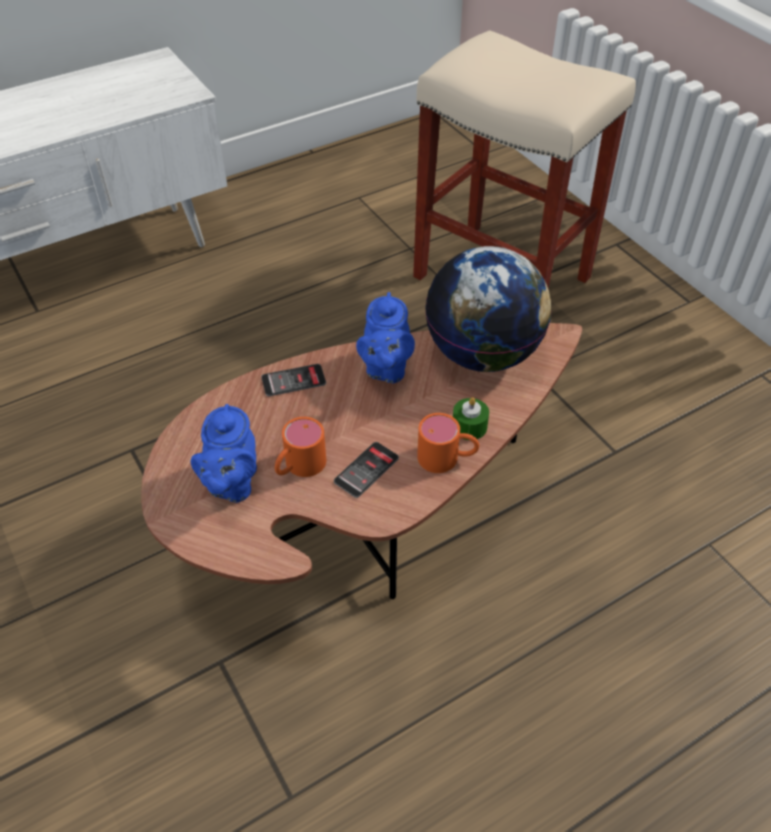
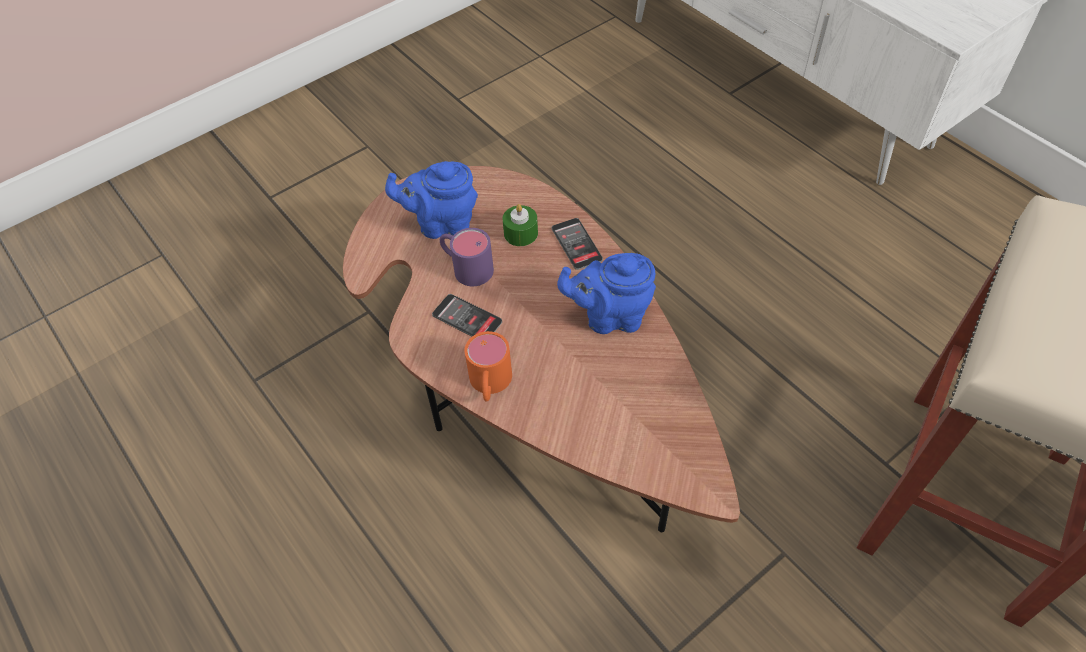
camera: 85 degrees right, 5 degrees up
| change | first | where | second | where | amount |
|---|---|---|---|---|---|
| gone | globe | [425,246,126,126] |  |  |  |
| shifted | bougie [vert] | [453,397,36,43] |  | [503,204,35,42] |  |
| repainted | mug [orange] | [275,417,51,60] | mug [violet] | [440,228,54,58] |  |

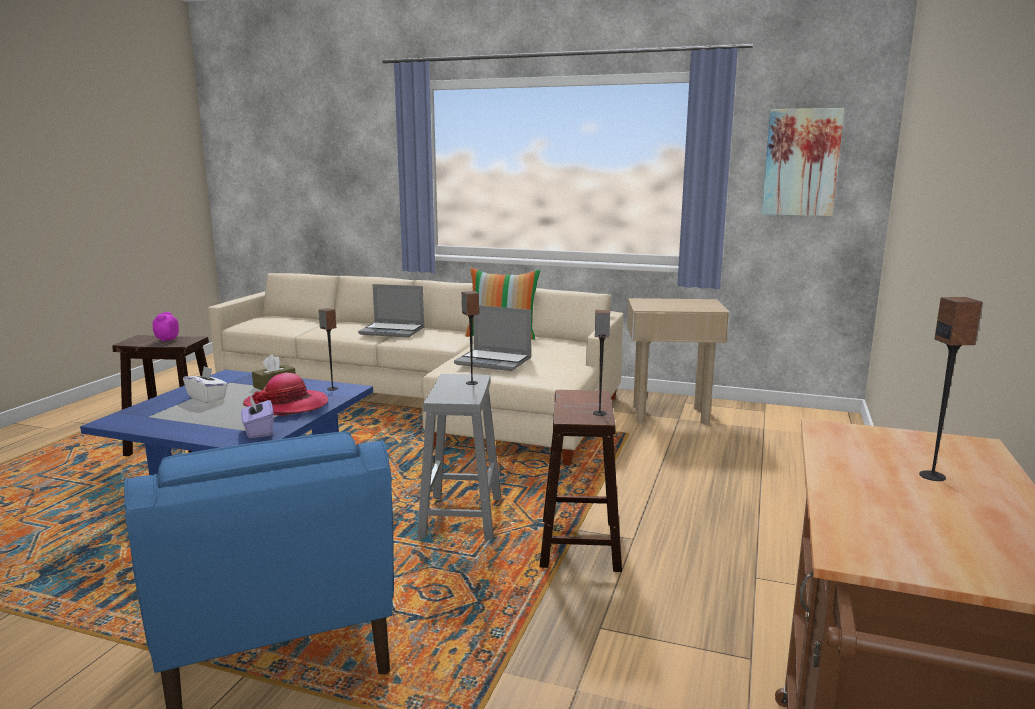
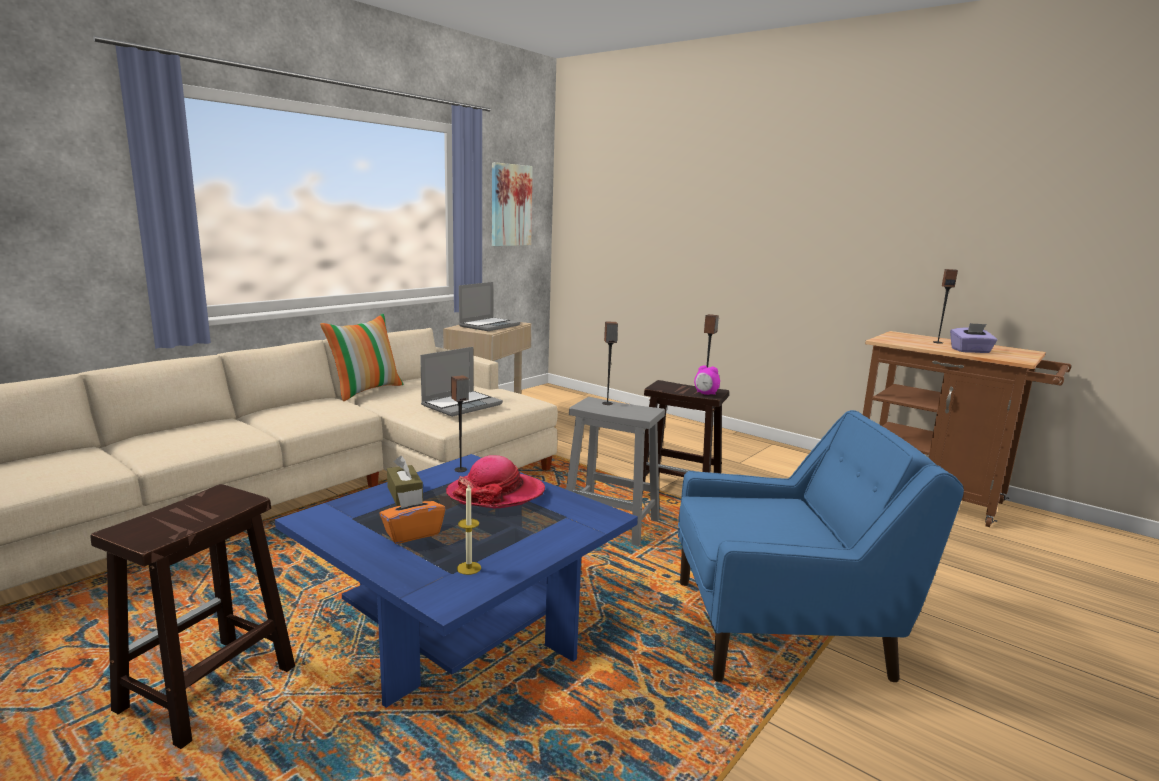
camera: 70 degrees left, 0 degrees up
| change | first | where | second | where | amount |
|---|---|---|---|---|---|
| shifted | ordinateur portable | [358,284,67,54] |  | [459,282,62,49] |  |
| shifted | réveil | [152,312,27,30] |  | [694,365,26,30] |  |
| repainted | boîte à mouchoirs [blanc] | [183,366,45,37] | boîte à mouchoirs [orange] | [379,489,66,55] |  |
| shifted | boîte à mouchoirs [violet] | [241,396,33,42] |  | [950,323,47,30] |  |
| new |  |  | bougie | [457,484,24,91] |  |

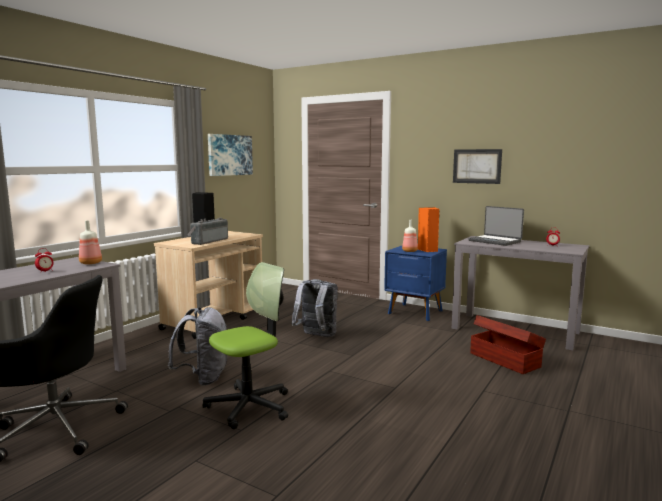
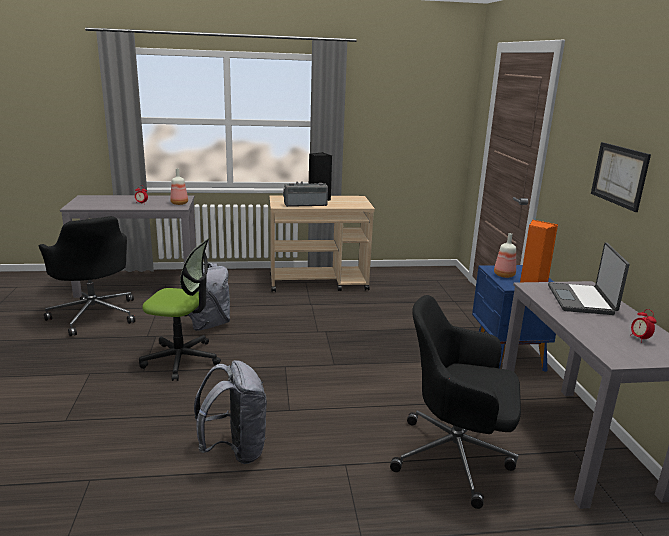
camera: 50 degrees right, 10 degrees up
| change | first | where | second | where | amount |
|---|---|---|---|---|---|
| gone | tableau | [208,134,45,42] |  |  |  |
| shifted | sac à dos [gris] | [291,279,47,58] |  | [194,360,73,104] |  |
| swapped | boîte de rangement [marron] | [470,315,76,59] | chaise de bureau [noir] | [390,295,131,214] |  |

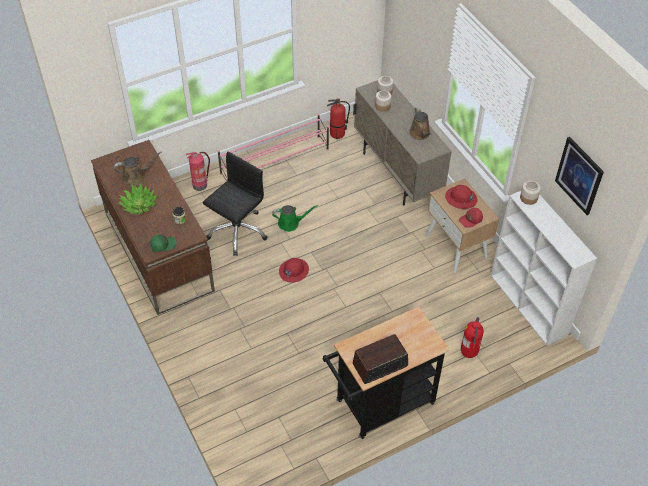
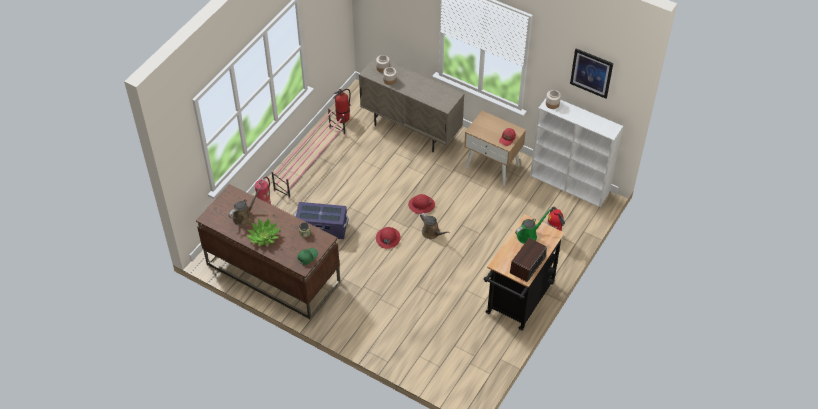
camera: 30 degrees left, 0 degrees up
| change | first | where | second | where | amount |
|---|---|---|---|---|---|
| shifted | arrosoir [marron] | [409,107,23,33] |  | [420,213,30,26] |  |
| swapped | chaise de bureau [noir] | [203,152,64,104] | boîte de rangement [violet] | [295,202,54,37] |  |
| shifted | casque de chantier [rouge] | [445,185,32,24] |  | [408,194,27,20] |  |
| shifted | arrosoir [vert] | [272,205,46,27] |  | [515,208,37,36] |  |

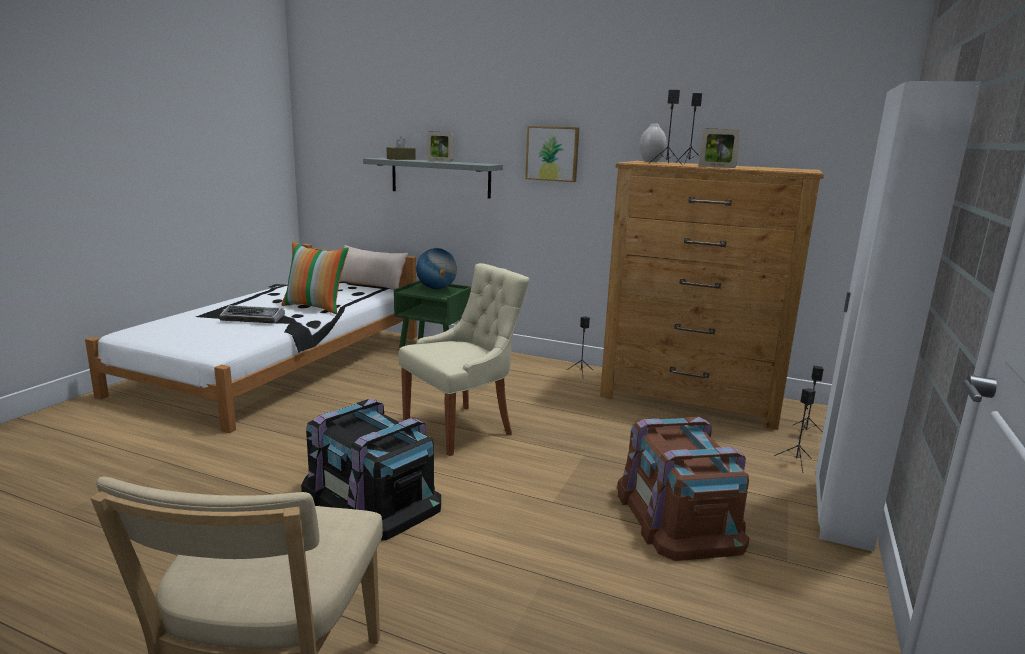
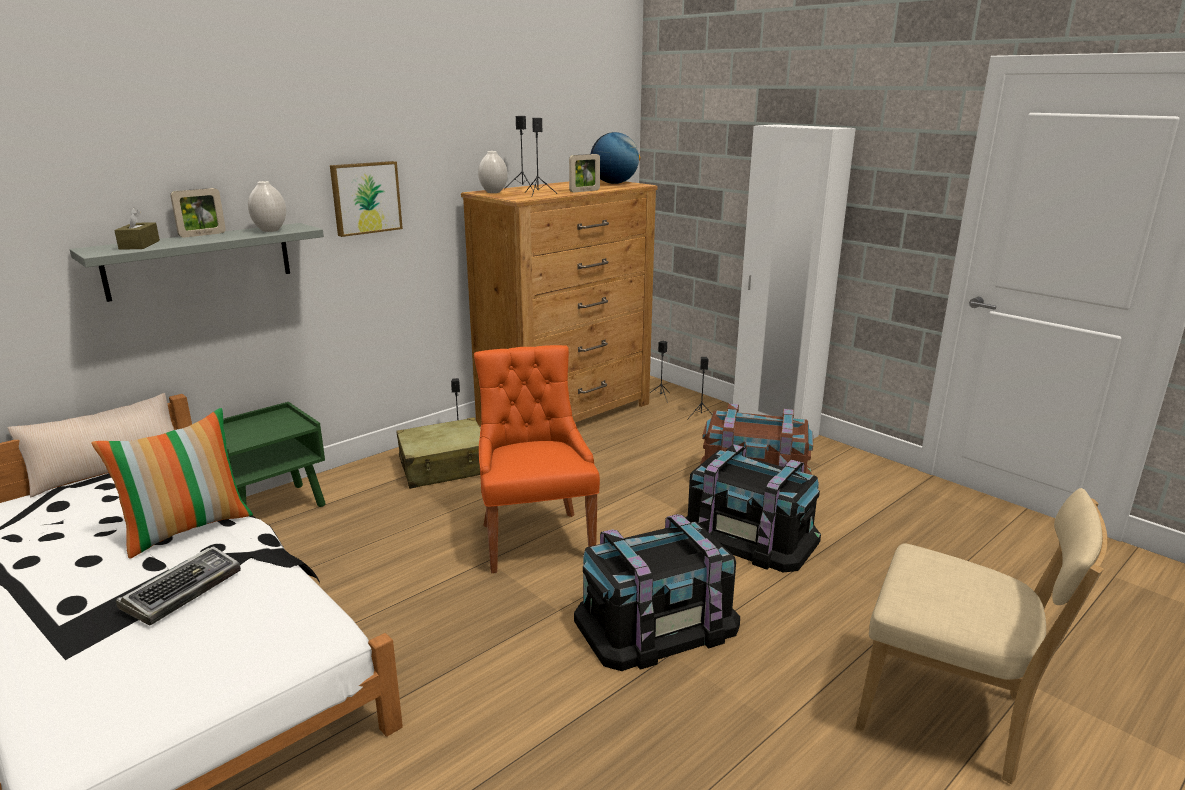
camera: 65 degrees left, 5 degrees up
| change | first | where | second | where | amount |
|---|---|---|---|---|---|
| shifted | globe | [416,248,41,41] |  | [591,132,50,52] |  |
| repainted | chaise [beige] | [398,263,131,193] | chaise [orange] | [474,345,126,228] |  |
| new |  |  | vase [blanc] | [248,181,38,51] |  |
| new |  |  | valise [beige] | [396,417,85,72] |  |
| new |  |  | boîte de rangement [noir] | [685,444,136,128] |  |

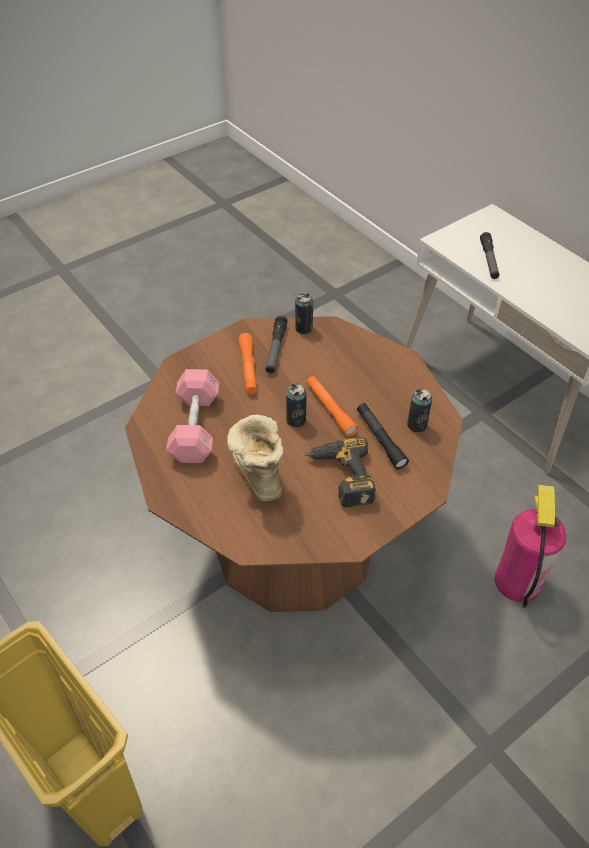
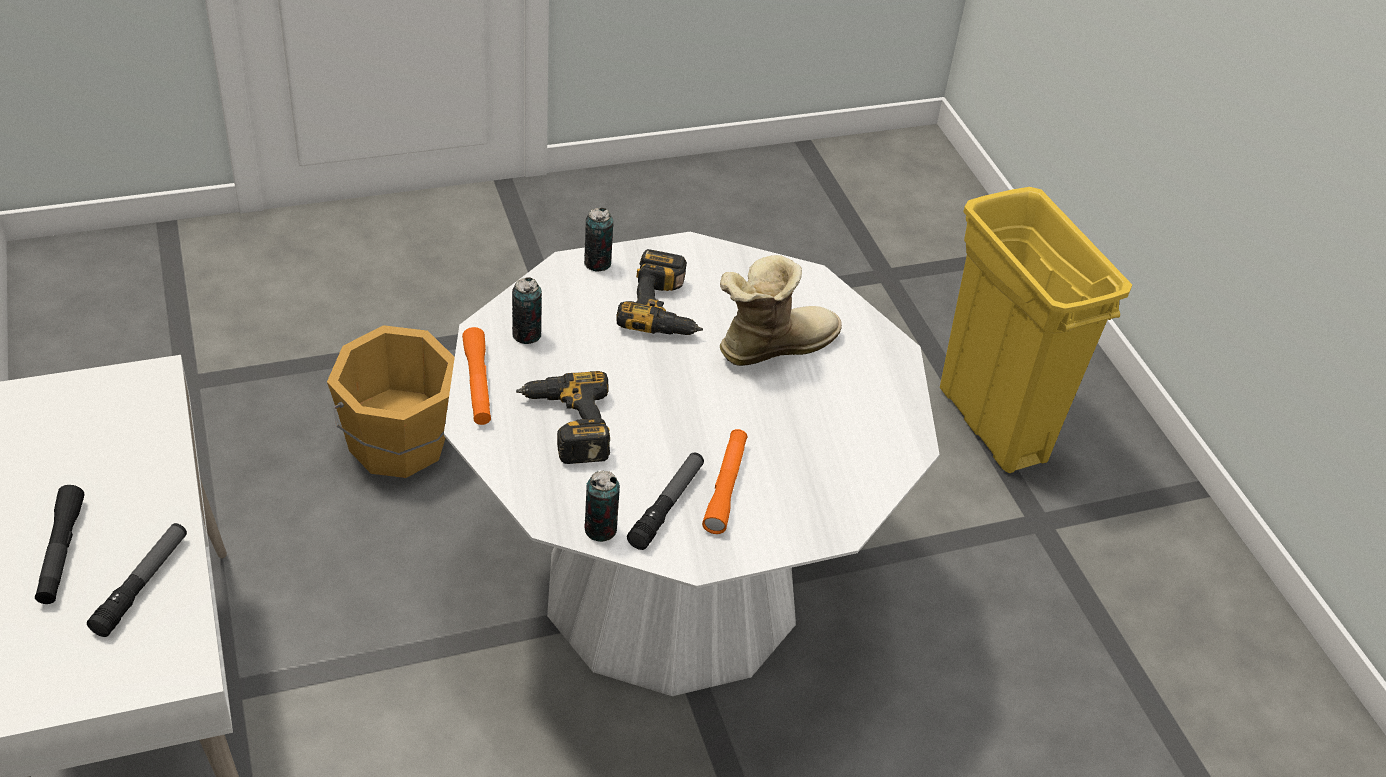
camera: 165 degrees left, 5 degrees down
| change | first | where | second | where | amount |
|---|---|---|---|---|---|
| repainted | table à manger [marron] | [125,316,338,296] | table à manger [blanc] | [444,232,496,464] |  |
| gone | haltère [rose] | [166,369,53,94] |  |  |  |
| shifted | lampe de poche [orange] | [307,376,51,61] |  | [462,327,29,98] |  |
| shifted | boîte métallique | [286,384,20,43] |  | [584,208,29,63] |  |
| shifted | lampe de poche [noir] | [357,403,52,66] |  | [35,485,49,119] |  |
| rotated | botte | [227,415,57,87] |  | [720,255,122,111] | 120 degrees counterclockwise |
| swapped | extincteur | [494,485,73,123] | seau [orange] | [327,325,128,153] |  |
| new |  |  | perceuse | [516,371,94,93] |  |

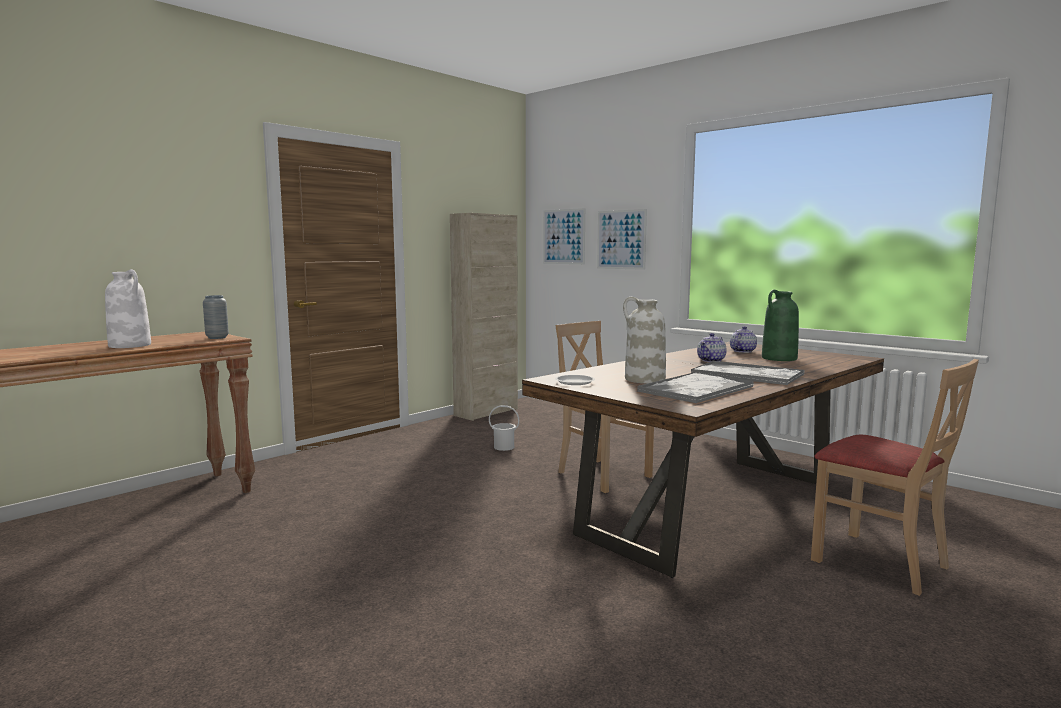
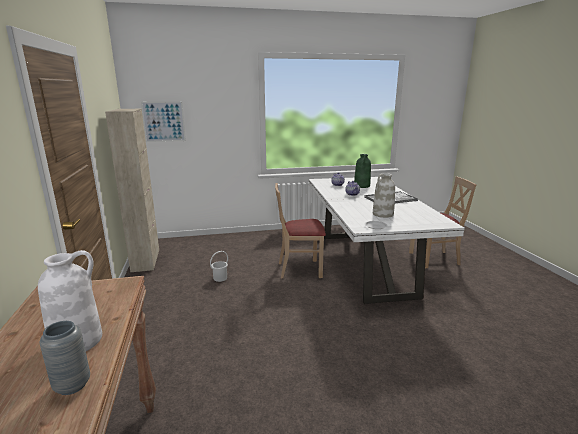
camera: 55 degrees left, 10 degrees up
| change | first | where | second | where | amount |
|---|---|---|---|---|---|
| gone | tableau | [597,209,50,61] |  |  |  |
| shifted | vase [gris] | [203,295,26,44] |  | [40,321,50,74] |  |
| repainted | table à manger [marron] | [522,342,362,236] | table à manger [blanc] | [309,177,156,127] |  |
| gone | plateau | [637,372,117,31] |  |  |  |

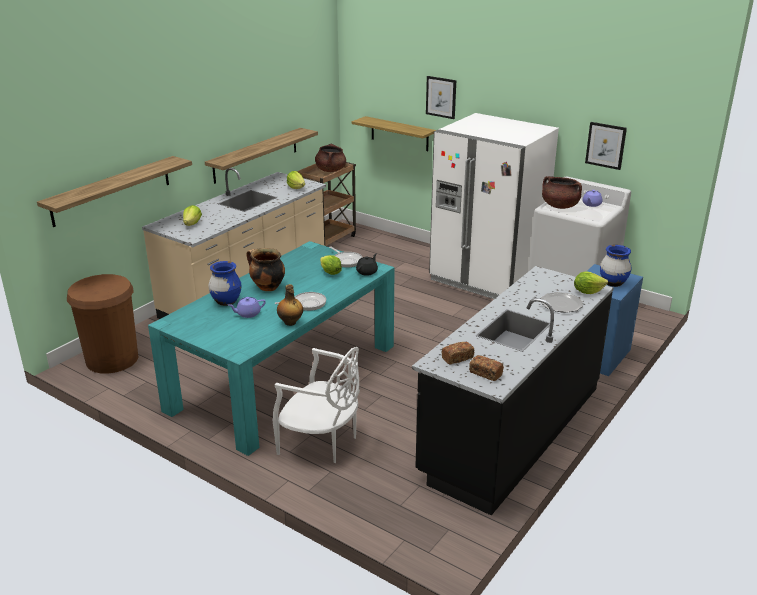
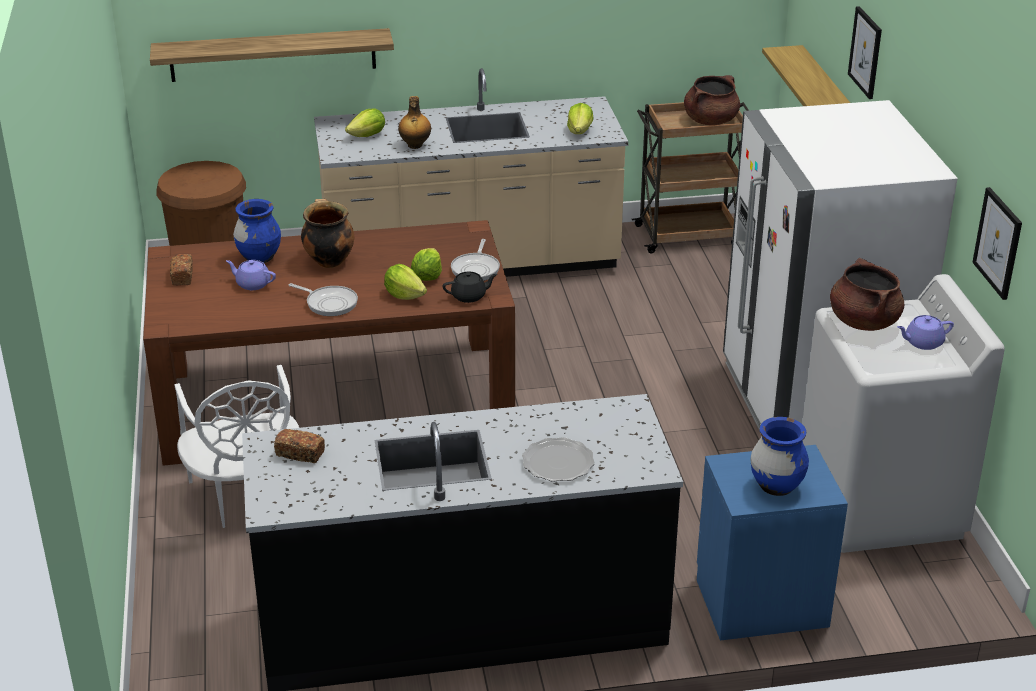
camera: 45 degrees right, 5 degrees up
| change | first | where | second | where | amount |
|---|---|---|---|---|---|
| gone | étagère | [205,128,113,56] |  |  |  |
| repainted | table à manger [turquoise] | [148,241,247,215] | table à manger [marron] | [143,220,372,246] |  |
| shifted | laitue | [574,272,34,22] |  | [384,264,43,36] |  |
| shifted | bouteille | [277,284,26,42] |  | [398,96,33,53] |  |
| shifted | pain | [469,355,35,26] |  | [170,254,23,32] |  |

